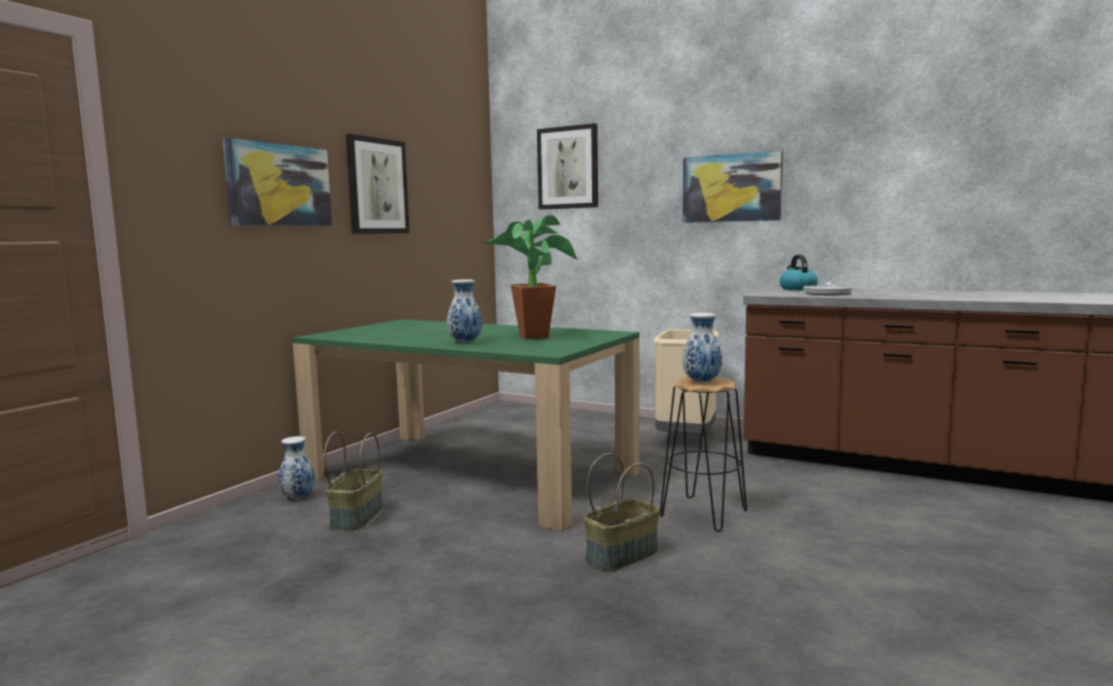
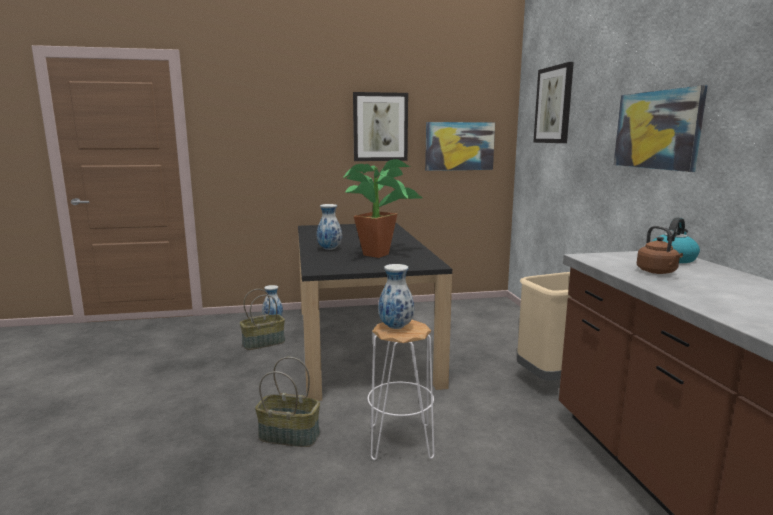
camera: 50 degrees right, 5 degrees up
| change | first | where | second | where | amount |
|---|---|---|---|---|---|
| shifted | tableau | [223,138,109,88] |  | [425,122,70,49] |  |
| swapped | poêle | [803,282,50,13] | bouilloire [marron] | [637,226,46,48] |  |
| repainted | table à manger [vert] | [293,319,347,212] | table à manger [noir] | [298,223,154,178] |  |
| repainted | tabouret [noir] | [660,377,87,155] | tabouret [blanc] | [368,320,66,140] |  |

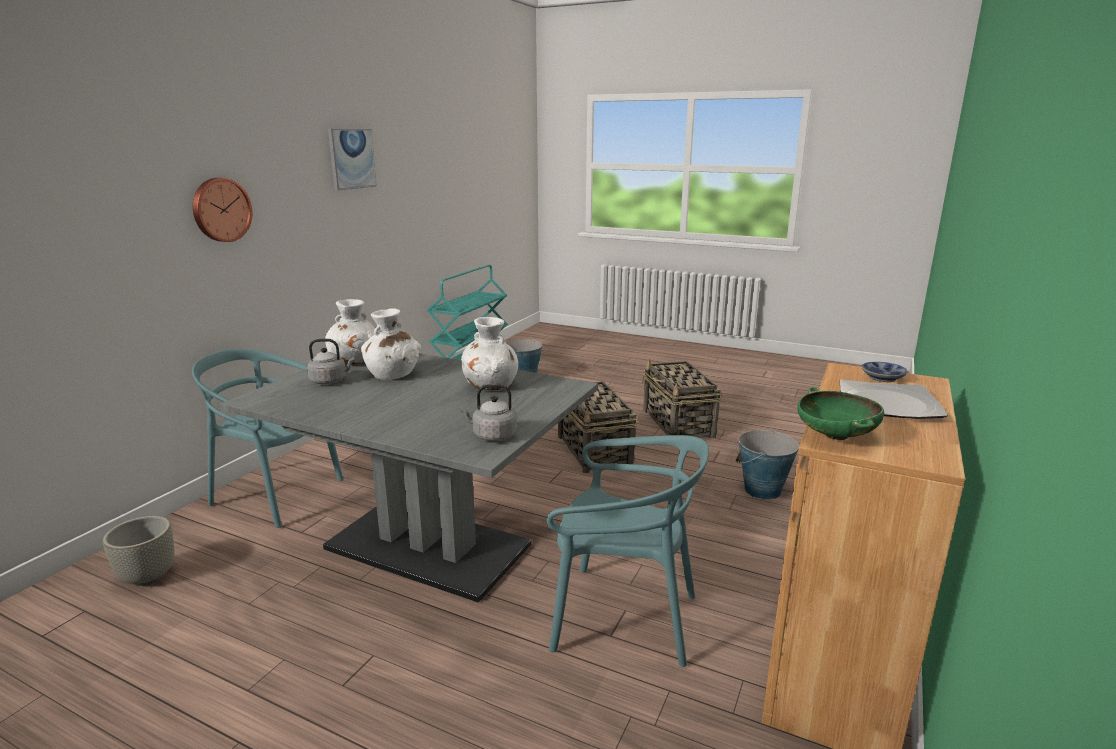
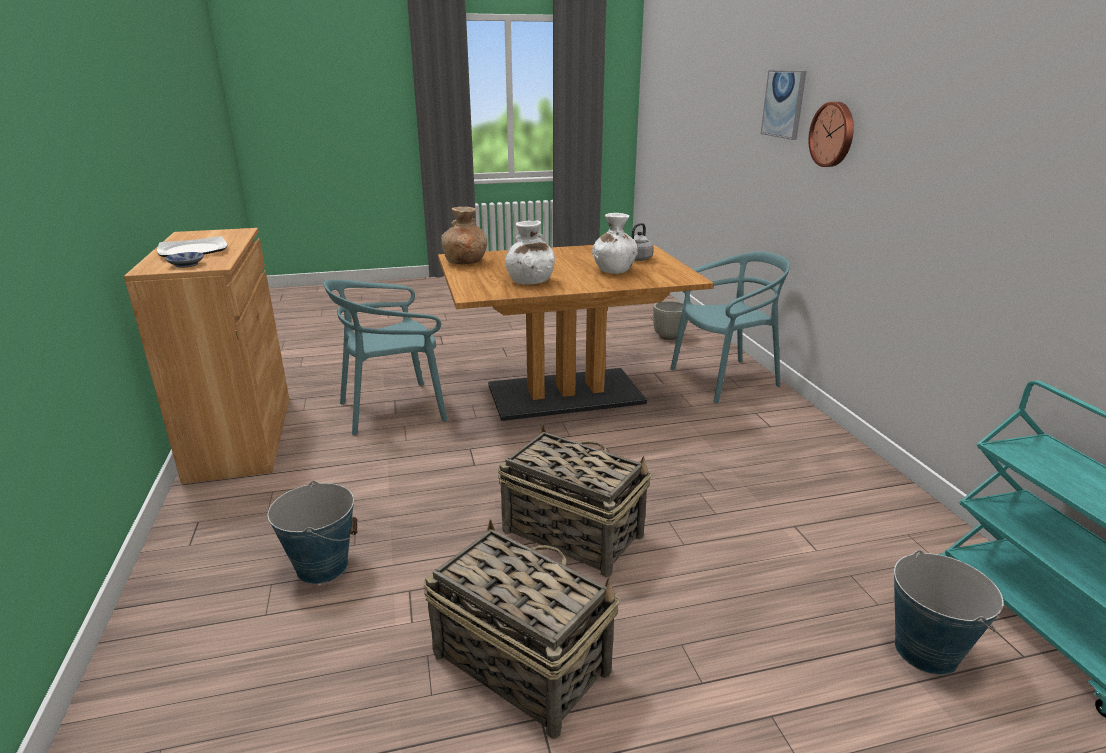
camera: 140 degrees right, 5 degrees up
| change | first | where | second | where | amount |
|---|---|---|---|---|---|
| shifted | tableau | [328,129,49,62] |  | [761,70,45,70] |  |
| gone | vase [blanc] | [325,299,51,66] |  |  |  |
| repainted | table à manger [gris] | [220,353,378,249] | table à manger [marron] | [438,244,276,177] |  |
| swapped | bouilloire [gris] | [460,384,57,57] | vase [marron] | [441,207,46,57] |  |
| gone | bol [vert] | [797,387,87,53] |  |  |  |

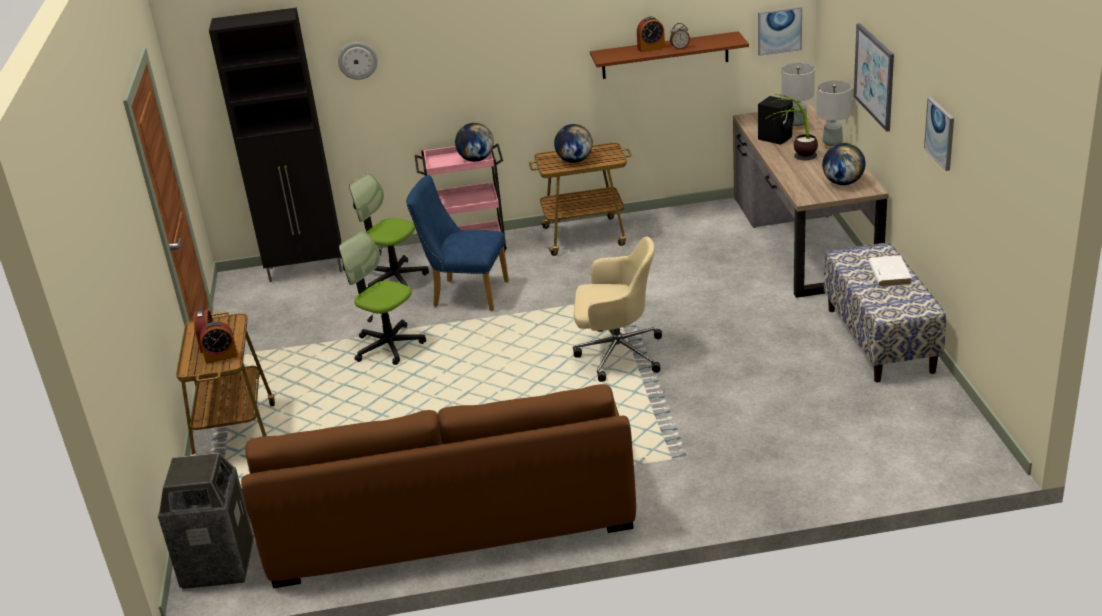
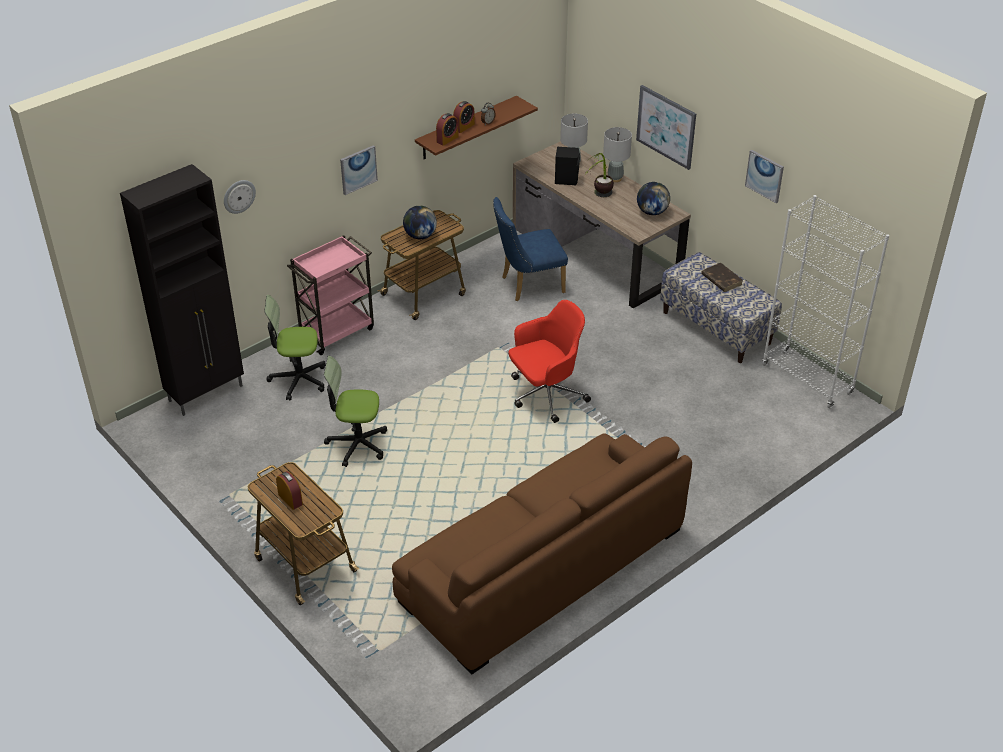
camera: 35 degrees left, 10 degrees up
| change | first | where | second | where | amount |
|---|---|---|---|---|---|
| shifted | tableau | [758,7,44,49] |  | [340,145,38,50] |  |
| gone | globe | [455,123,39,39] |  |  |  |
| shifted | chaise [bleu] | [406,175,103,136] |  | [493,197,75,104] |  |
| repainted | chaise de bureau [beige] | [573,237,89,145] | chaise de bureau [rouge] | [509,300,82,123] |  |
| repainted | livre [blanc] | [868,255,44,32] | livre [marron] | [701,263,42,29] |  |
| shifted | réveil | [200,322,38,42] |  | [436,113,23,33] |  |
| gone | poubelle | [158,453,96,136] |  |  |  |
| new |  |  | bibliothèque [blanc] | [762,195,127,214] |  |

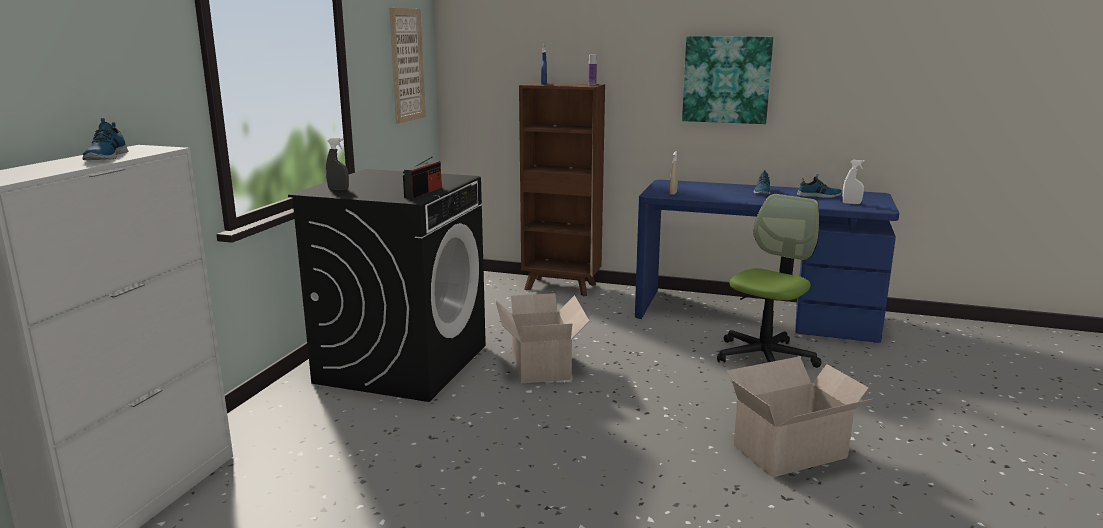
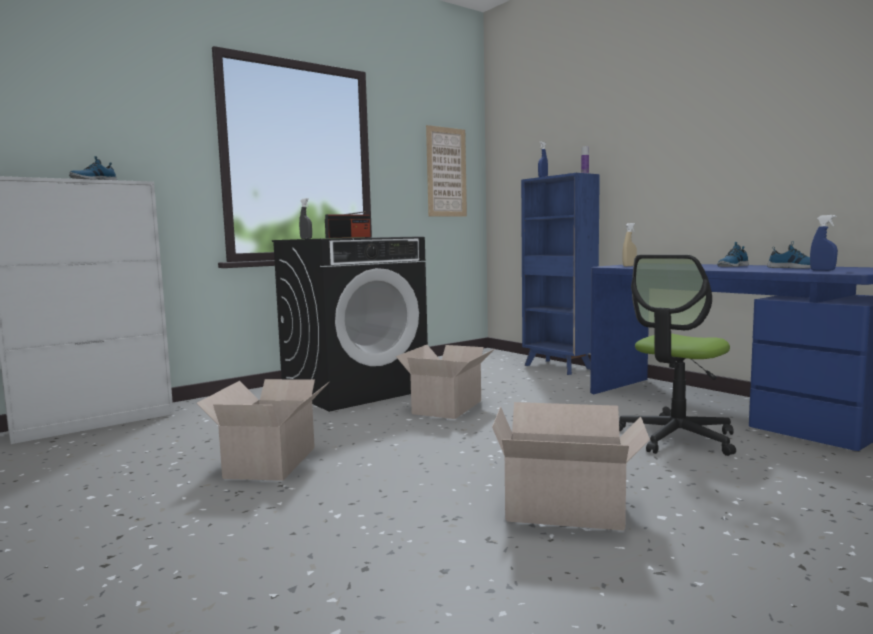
camera: 35 degrees right, 10 degrees down
| change | first | where | second | where | amount |
|---|---|---|---|---|---|
| gone | tableau | [682,36,91,88] |  |  |  |
| repainted | bibliothèque [marron] | [519,83,86,214] | bibliothèque [bleu] | [521,173,79,202] |  |
| repainted | vaporisateur [blanc] | [842,160,23,44] | vaporisateur [bleu] | [810,215,28,56] |  |
| rotated | chaise de bureau | [717,194,105,174] |  | [619,255,117,201] | 150 degrees clockwise |
| new |  |  | carton | [196,379,134,102] |  |

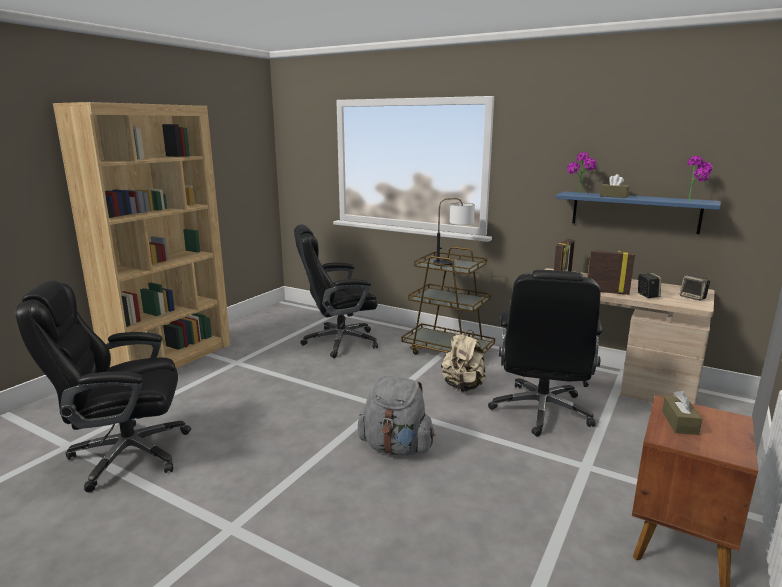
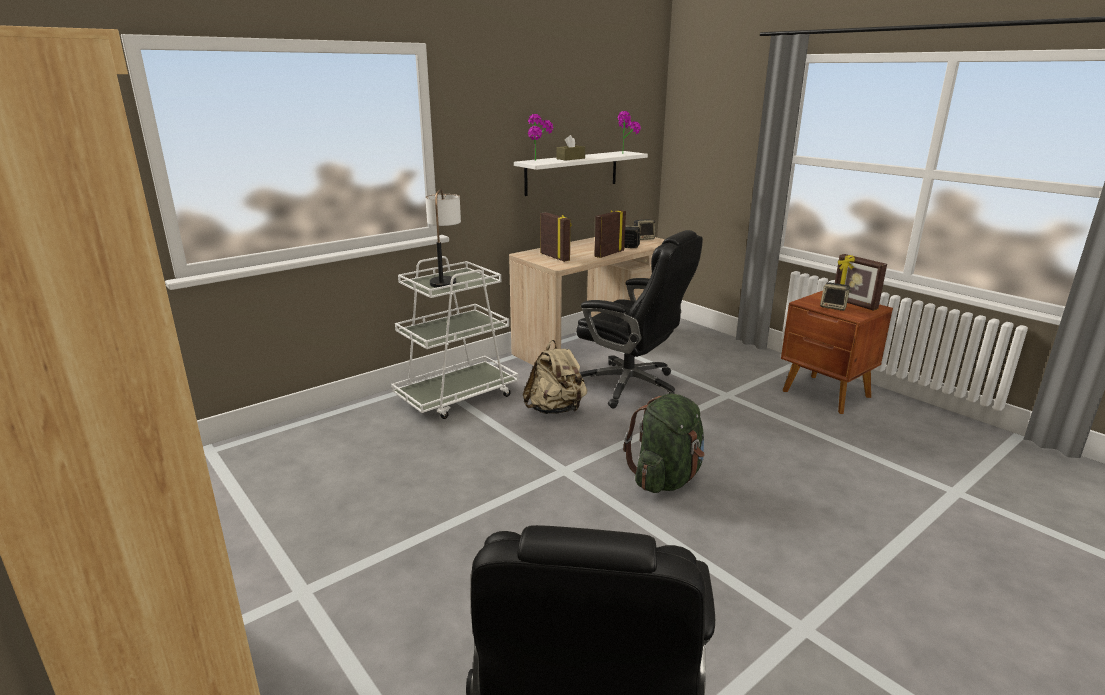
camera: 70 degrees left, 5 degrees up
| change | first | where | second | where | amount |
|---|---|---|---|---|---|
| repainted | étagère [bleu] | [556,192,165,42] | étagère [blanc] | [514,151,134,45] |  |
| gone | chaise de bureau [noir] | [294,224,84,134] |  |  |  |
| repainted | chariot [marron] | [401,247,94,108] | chariot [blanc] | [391,256,127,163] |  |
| repainted | sac à dos [gris] | [358,376,77,80] | sac à dos [vert] | [623,393,82,100] |  |
| swapped | boîte à mouchoirs [marron] | [662,391,40,44] | enceinte | [820,282,32,29] |  |
| new |  |  | cadre photo | [835,254,52,57] |  |

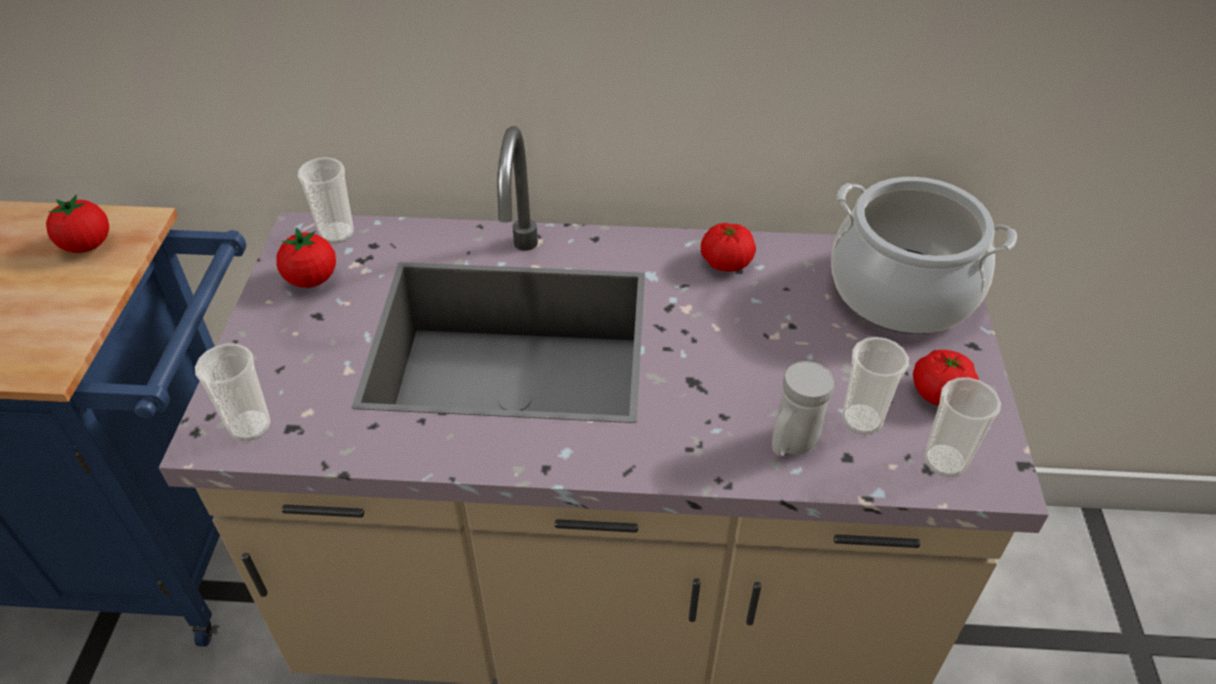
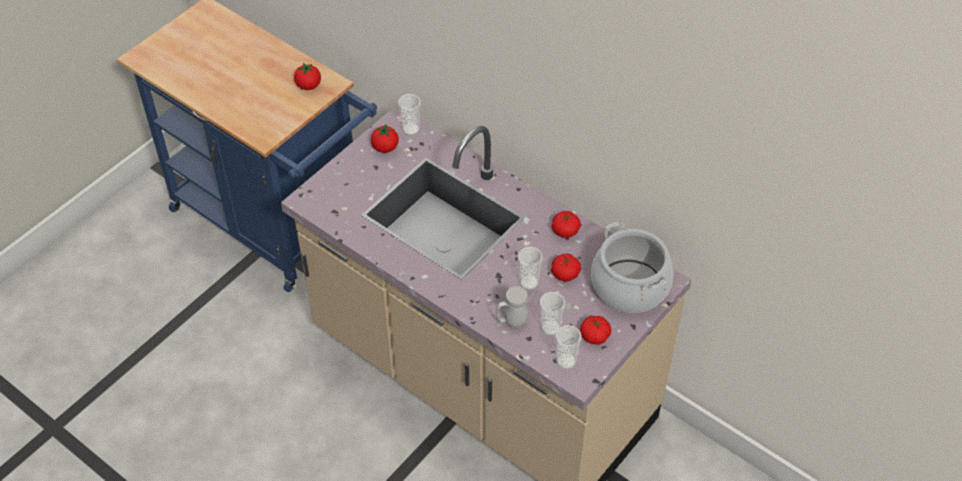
camera: 35 degrees right, 5 degrees up
| change | first | where | second | where | amount |
|---|---|---|---|---|---|
| shifted | tasse | [195,343,75,98] |  | [518,247,25,43] |  |
| new |  |  | tomate | [551,254,30,27] |  |

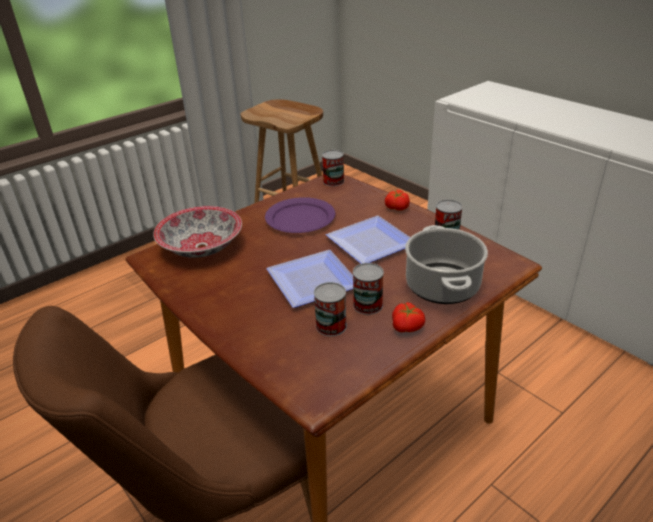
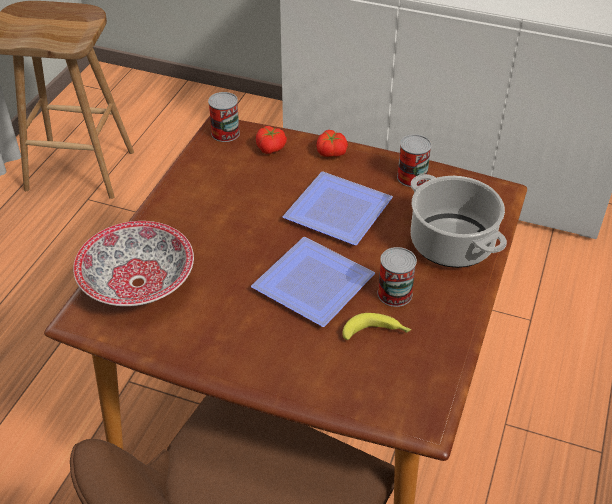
camera: 30 degrees left, 10 degrees up
| change | first | where | second | where | amount |
|---|---|---|---|---|---|
| gone | assiette [violet] | [265,197,70,36] |  |  |  |
| swapped | boîte métallique | [314,282,33,54] | banane | [342,313,69,27] |  |
| shifted | tomate | [392,302,33,30] |  | [256,126,31,28] |  |

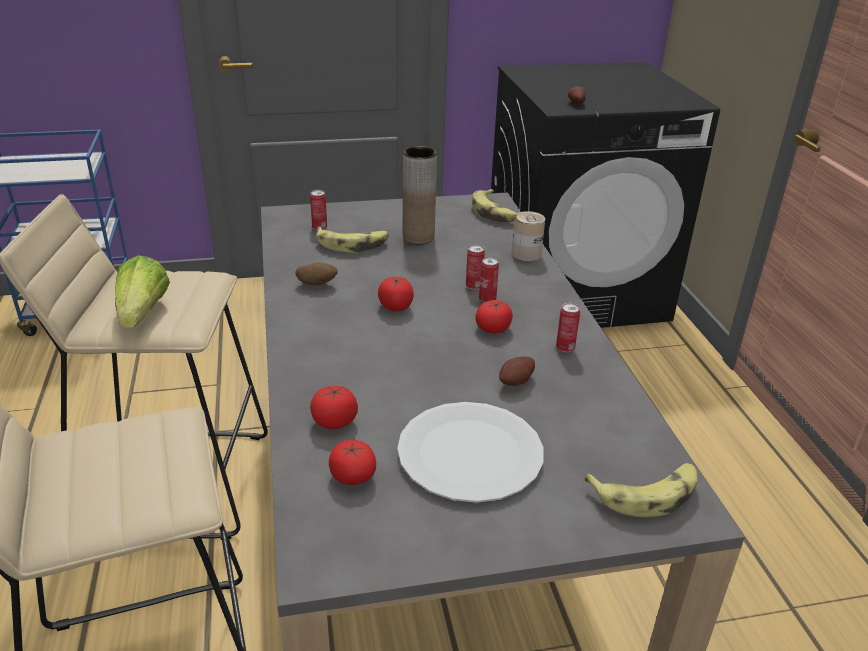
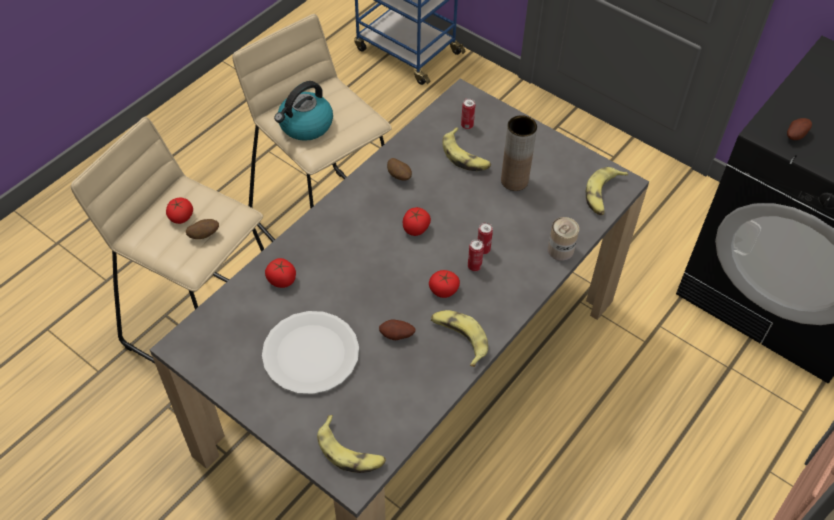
camera: 50 degrees right, 20 degrees up
| change | first | where | second | where | amount |
|---|---|---|---|---|---|
| swapped | laitue | [115,255,55,73] | bouilloire | [274,81,59,60] |  |
| swapped | boîte métallique | [556,303,24,49] | banane | [431,310,57,57] |  |
| shifted | tomate | [329,440,47,45] |  | [166,198,27,26] |  |
| new |  |  | pomme de terre | [186,219,33,20] |  |

